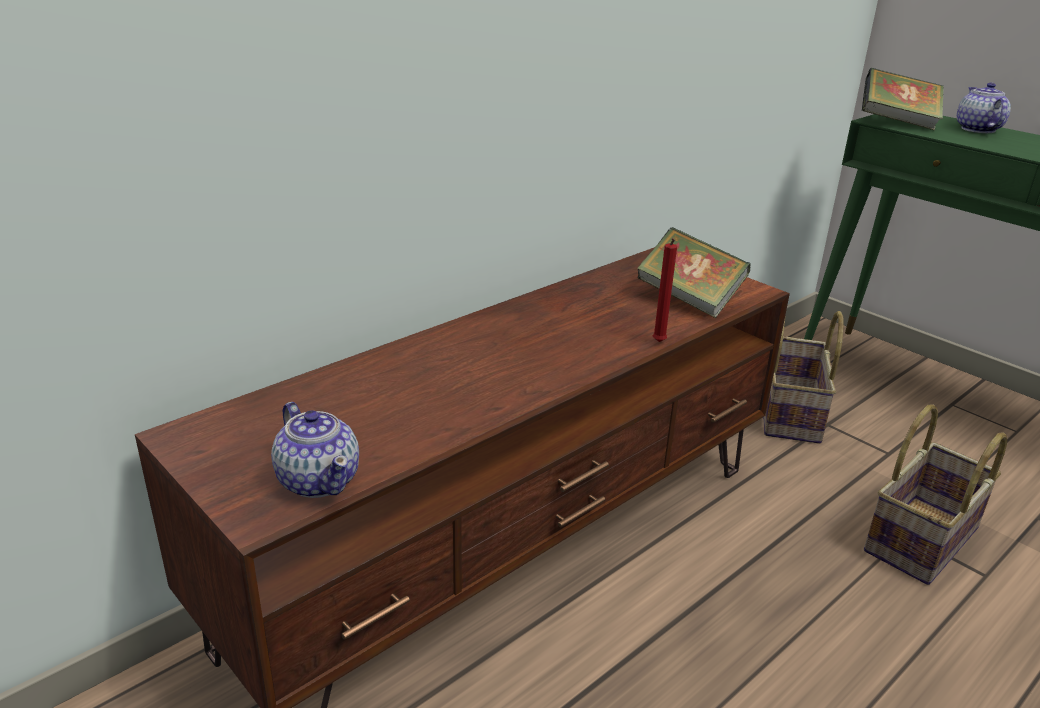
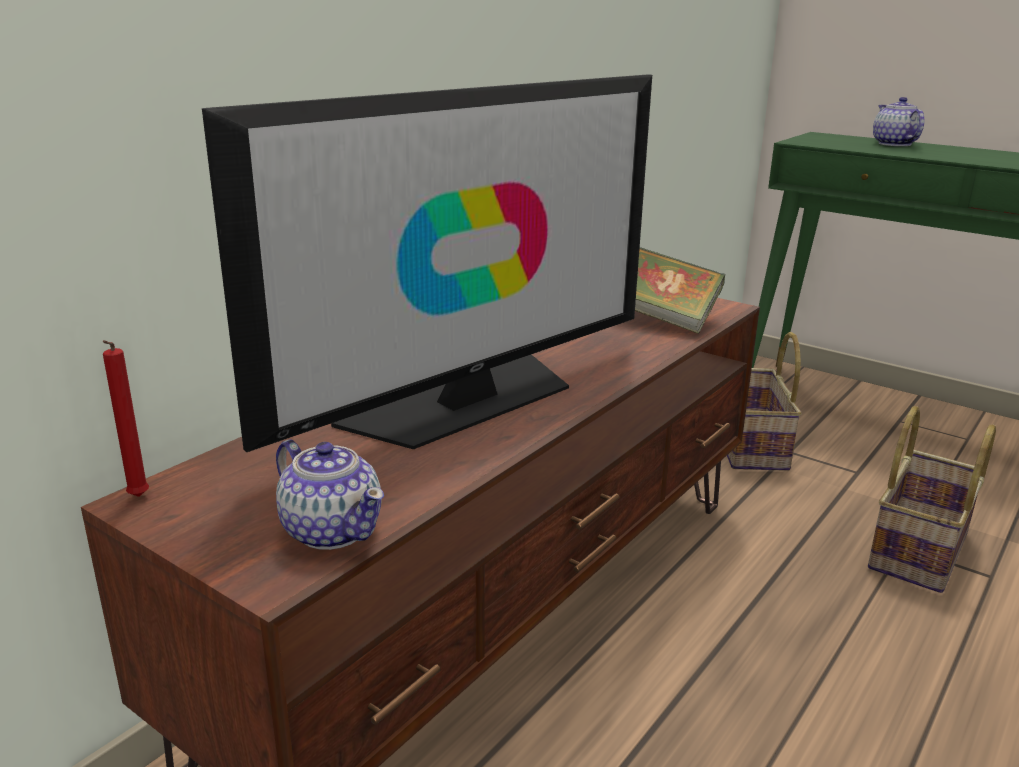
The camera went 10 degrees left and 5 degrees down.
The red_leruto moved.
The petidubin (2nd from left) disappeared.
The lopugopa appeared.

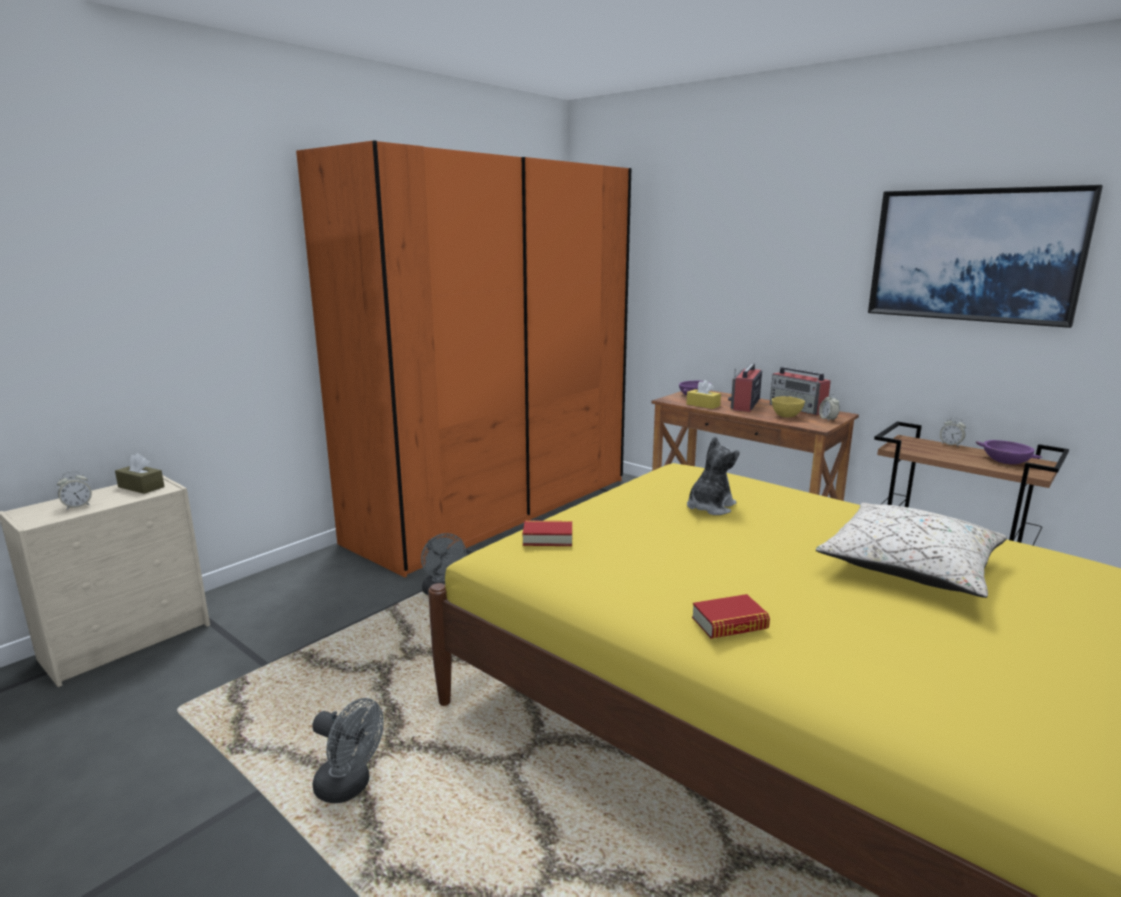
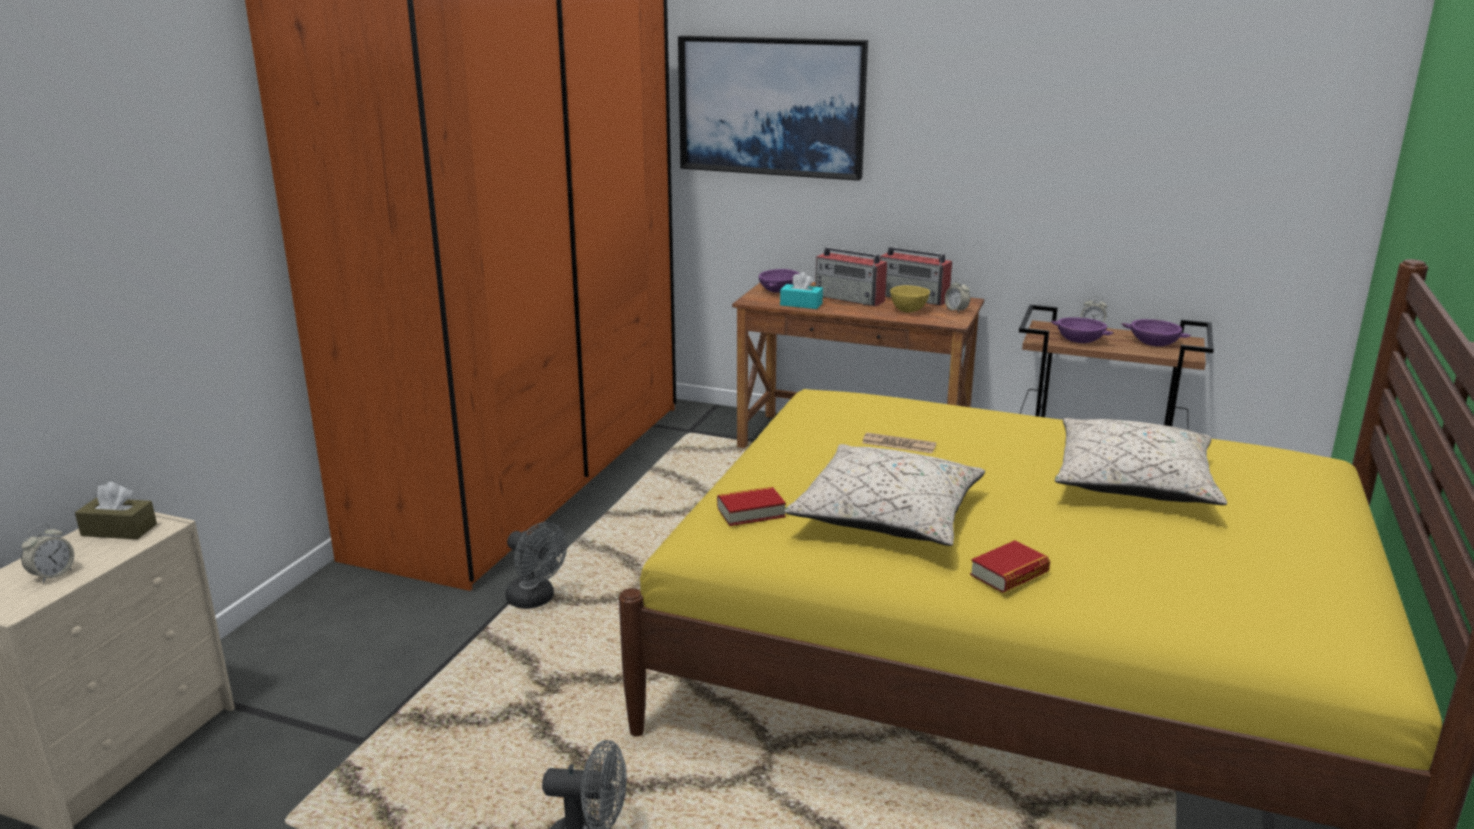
The camera went 20 degrees left and 5 degrees up.
The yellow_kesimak became the turquoise_kesimak.
The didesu was replaced by the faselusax.
The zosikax (1st from left) turned 60 degrees counterclockwise.
The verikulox moved.
The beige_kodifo (1st from left) appeared.
The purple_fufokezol (2nd from left) appeared.

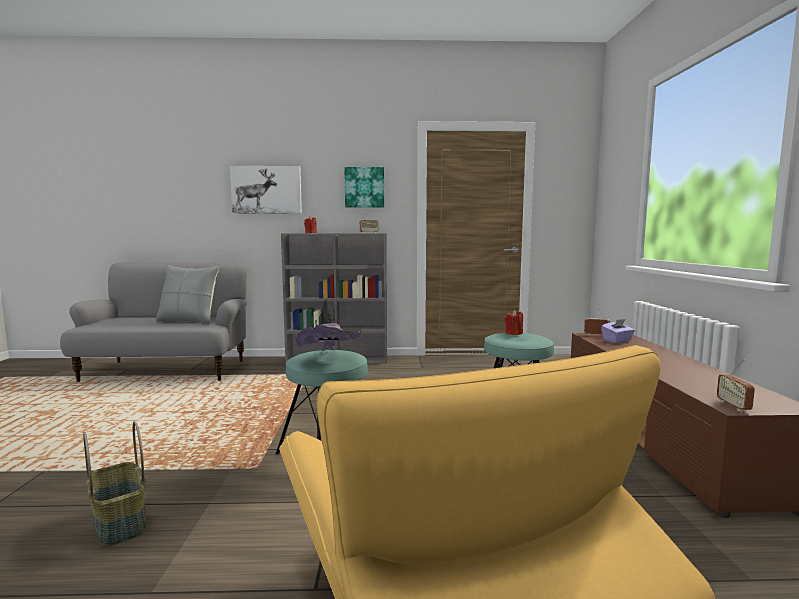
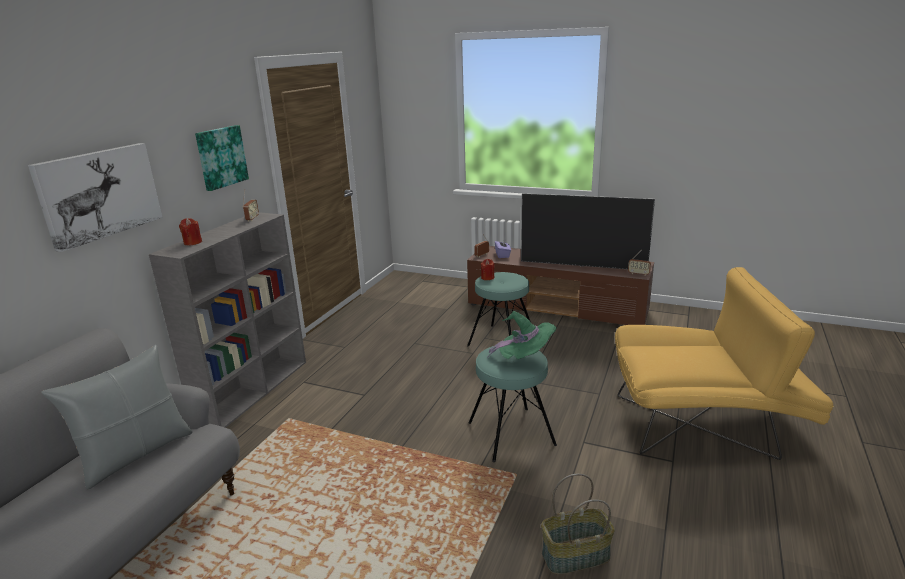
The camera went 65 degrees left and 15 degrees up.
The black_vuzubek became the green_vuzubek.
The lopugopa appeared.

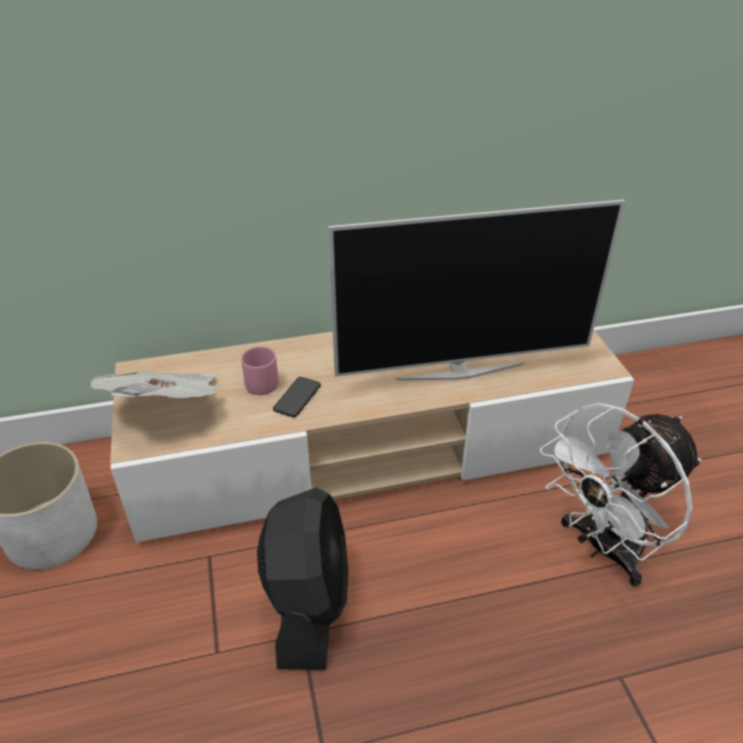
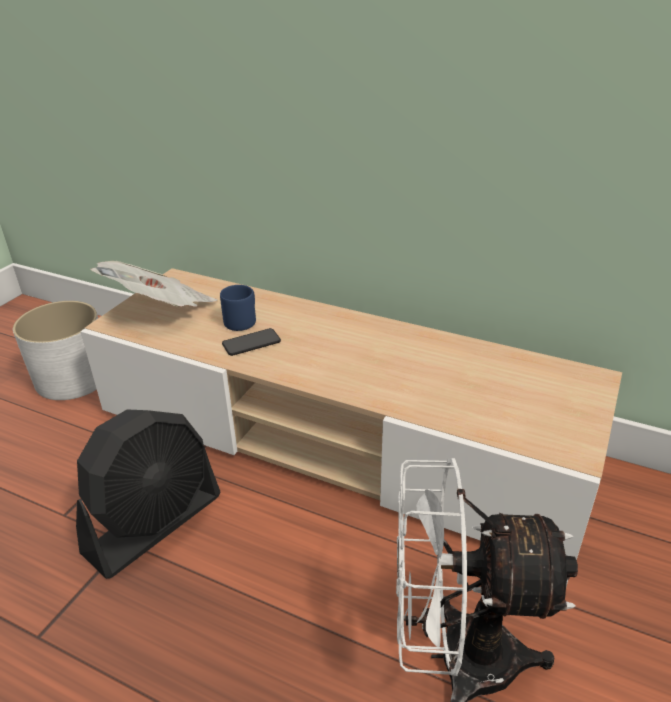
The camera went 40 degrees right and 5 degrees down.
The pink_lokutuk became the blue_lokutuk.
The lopugopa disappeared.

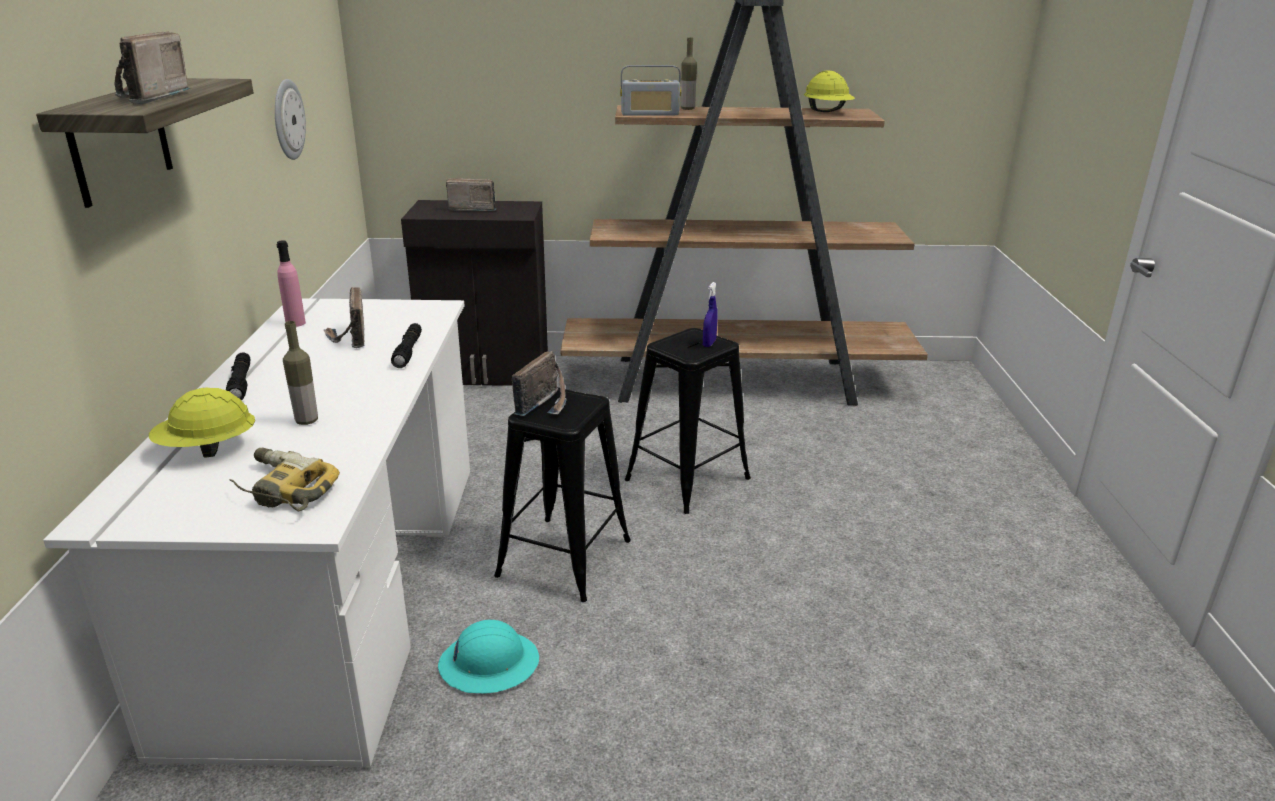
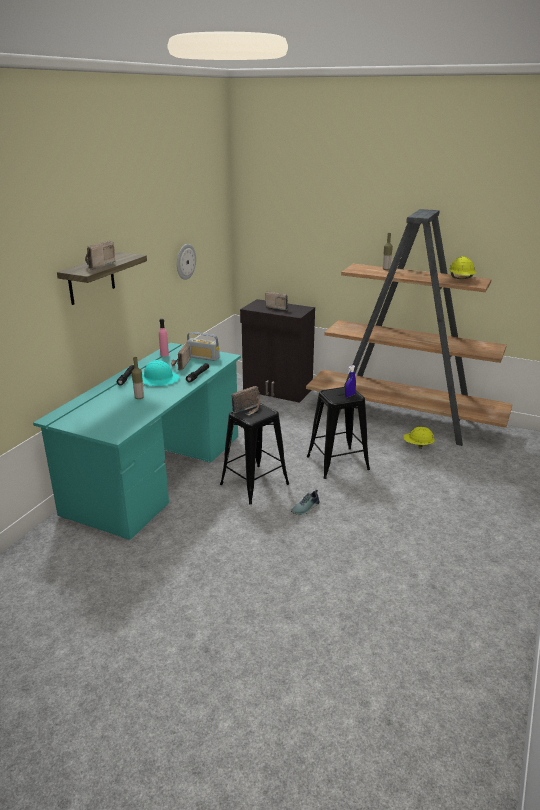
The camera went 25 degrees right and 0 degrees up.
The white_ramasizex became the turquoise_ramasizex.
The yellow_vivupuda (1st from left) moved.
The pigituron disappeared.
The turquoise_vivupuda moved.
The zosikax (5th from left in the first image) moved.
The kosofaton appeared.

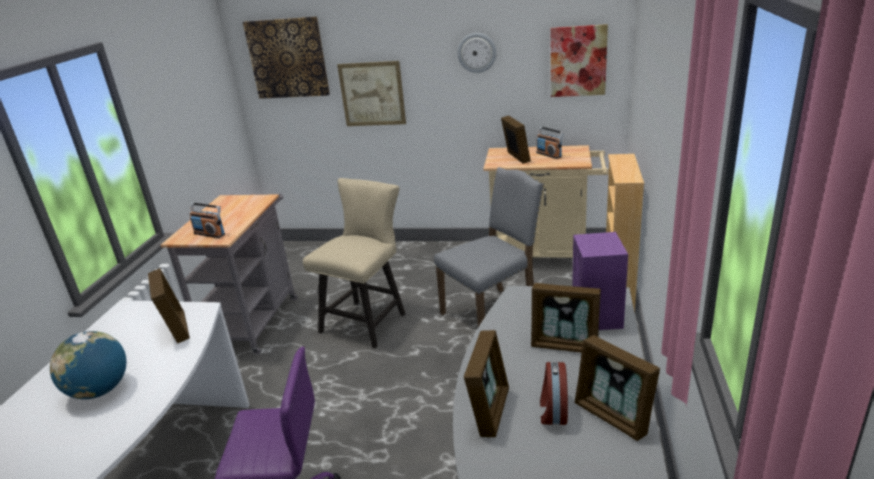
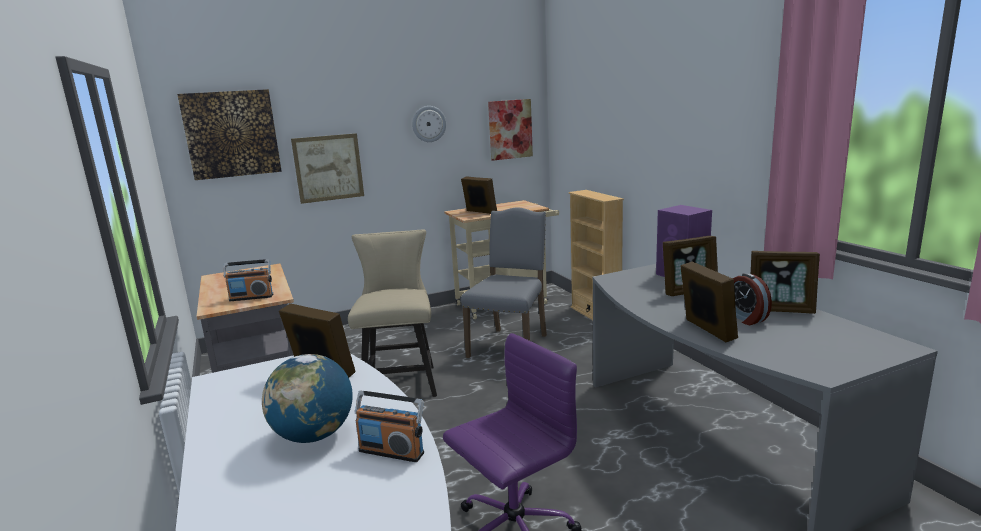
The camera went 35 degrees left and 10 degrees down.
The zosikax (2nd from left) moved.

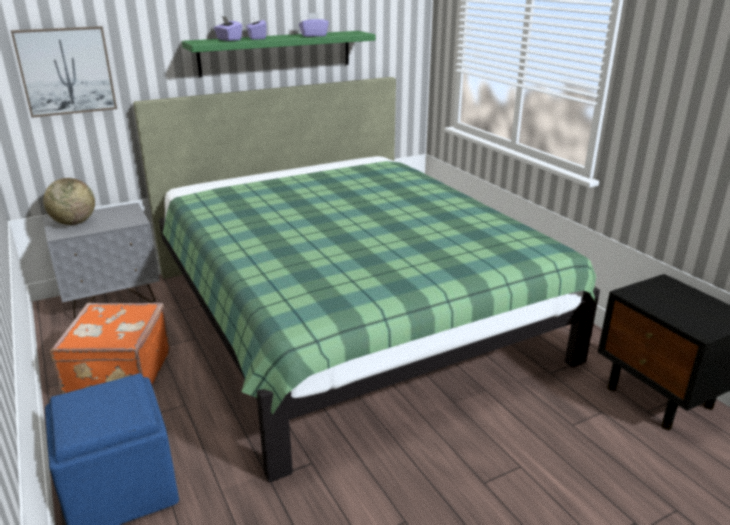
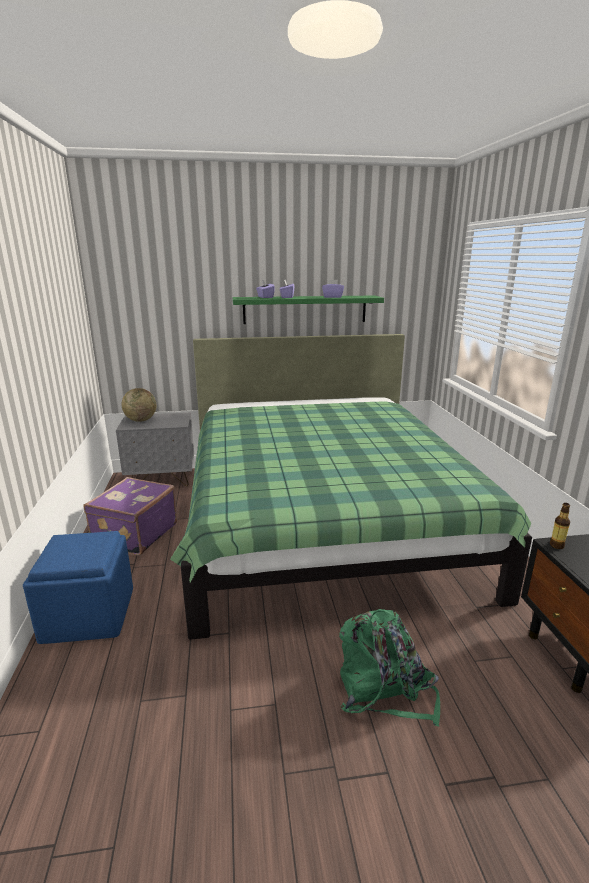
The camera went 20 degrees right and 5 degrees down.
The verikulox disappeared.
The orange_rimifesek became the purple_rimifesek.
The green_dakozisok appeared.
The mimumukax appeared.

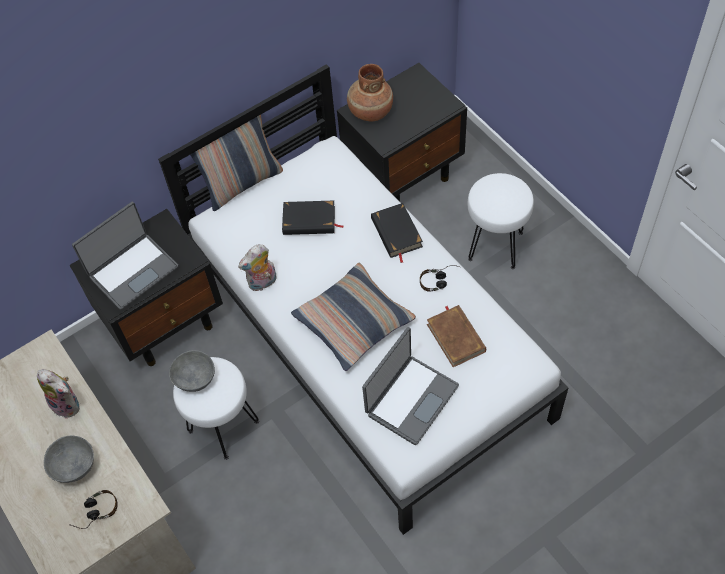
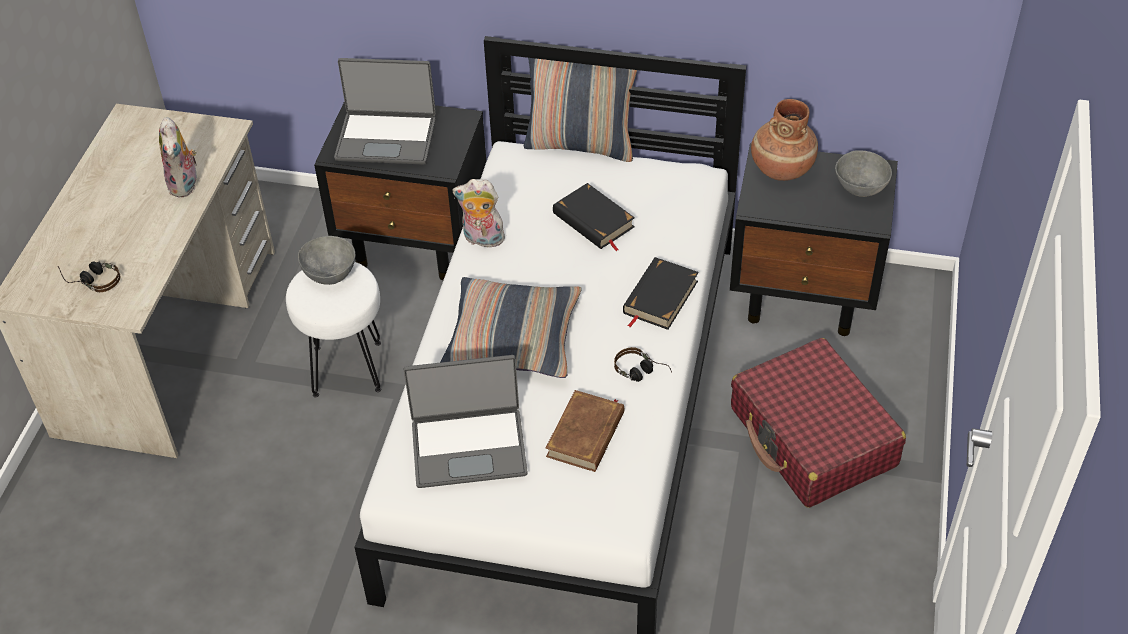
The camera went 45 degrees right and 10 degrees down.
The grey_fufokezol (1st from left in the first image) moved.
The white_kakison (2nd from left) was replaced by the red_rimifesek.

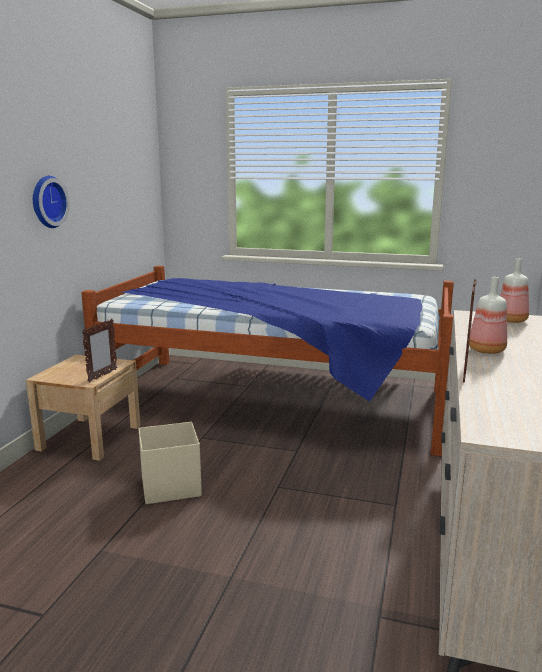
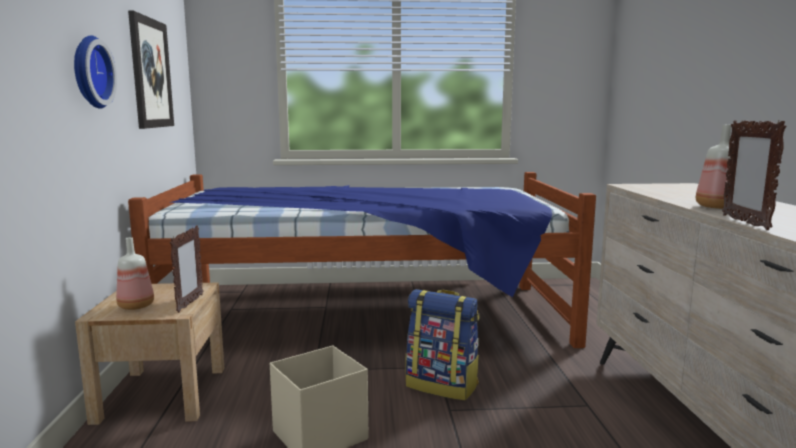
The camera went 20 degrees left and 5 degrees down.
The mimumukax (2nd from left in the first image) moved.
The verikulox appeared.
The dakozisok appeared.

